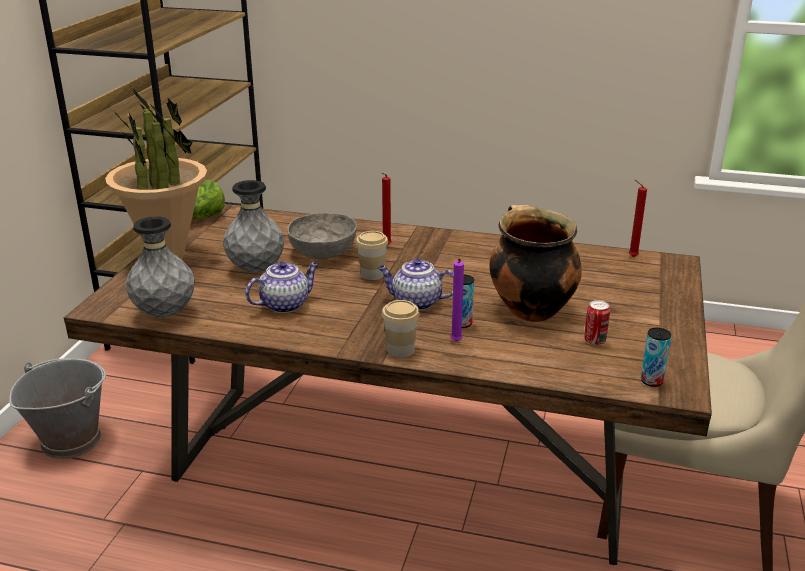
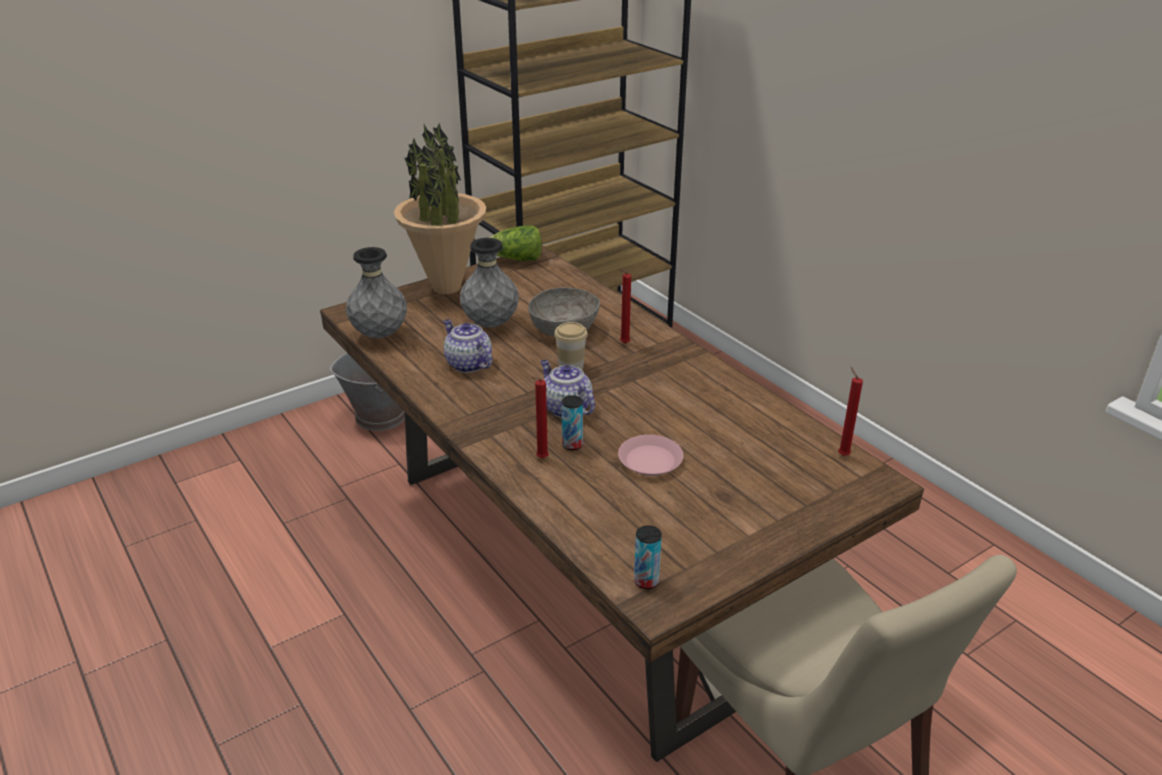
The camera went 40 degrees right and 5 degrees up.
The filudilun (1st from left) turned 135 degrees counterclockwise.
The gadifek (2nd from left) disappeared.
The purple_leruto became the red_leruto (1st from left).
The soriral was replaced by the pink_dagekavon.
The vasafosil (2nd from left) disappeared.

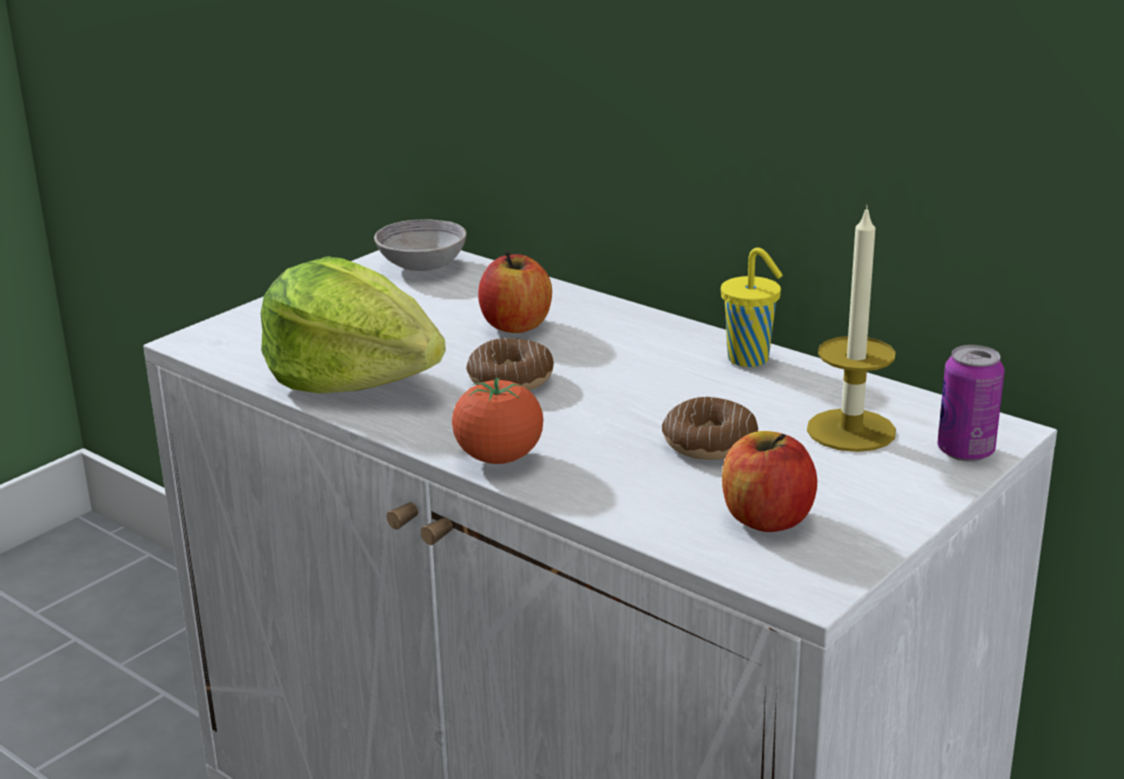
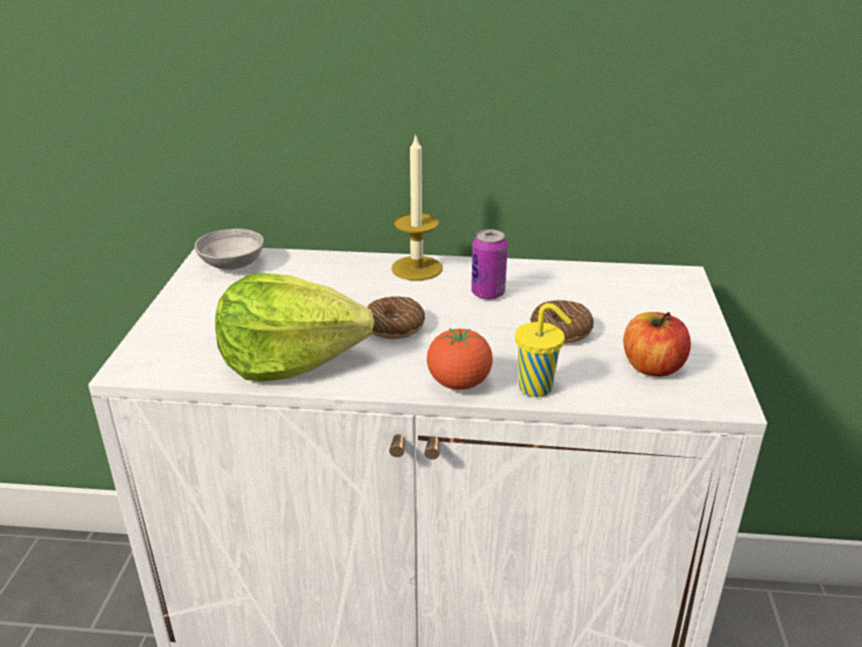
The camera went 35 degrees left and 5 degrees up.
The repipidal (1st from left) disappeared.
The yellow_gadifek moved.
The leruto moved.
The vasafosil moved.

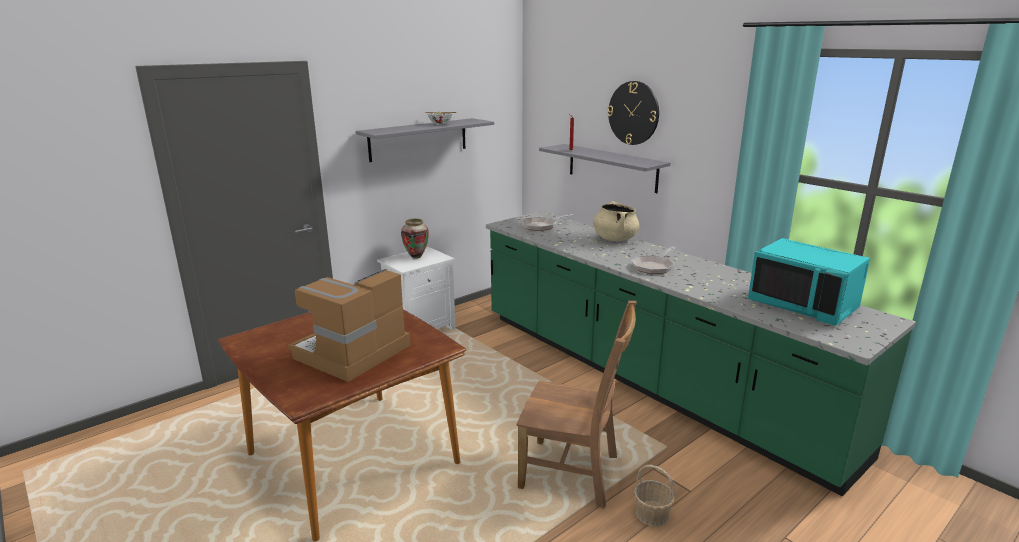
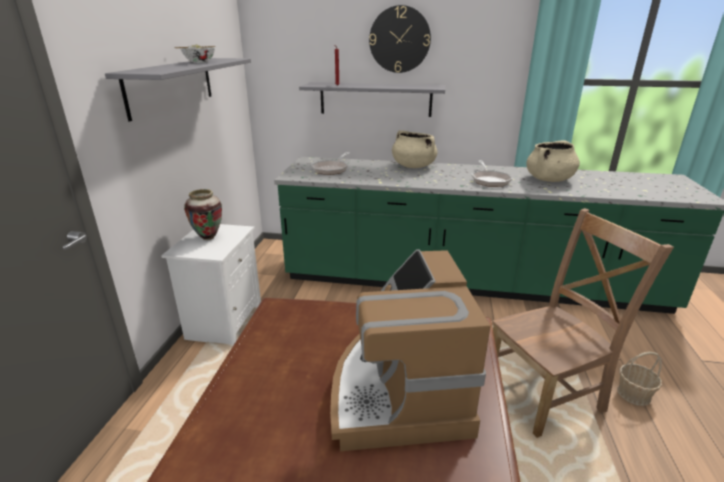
The camera went 40 degrees left and 5 degrees up.
The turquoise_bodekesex disappeared.
The beige_soriral (2nd from left) appeared.

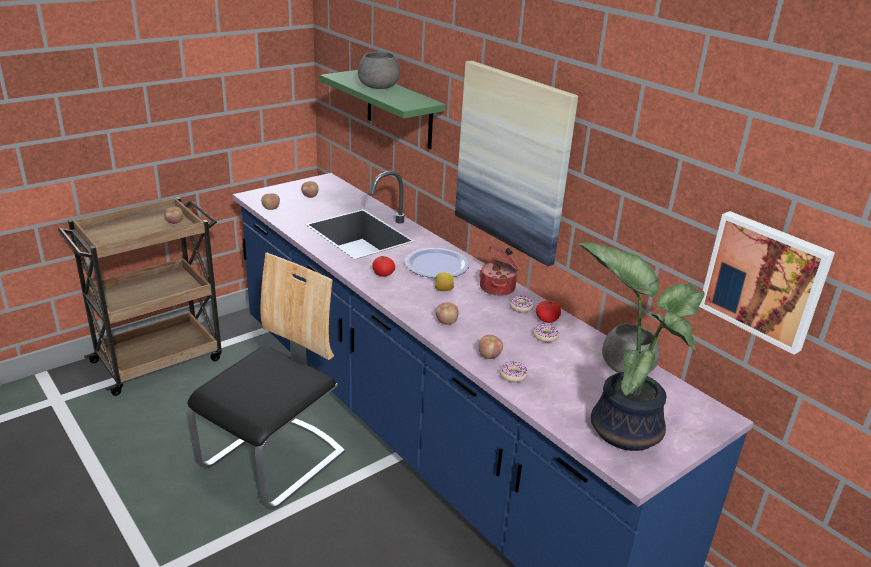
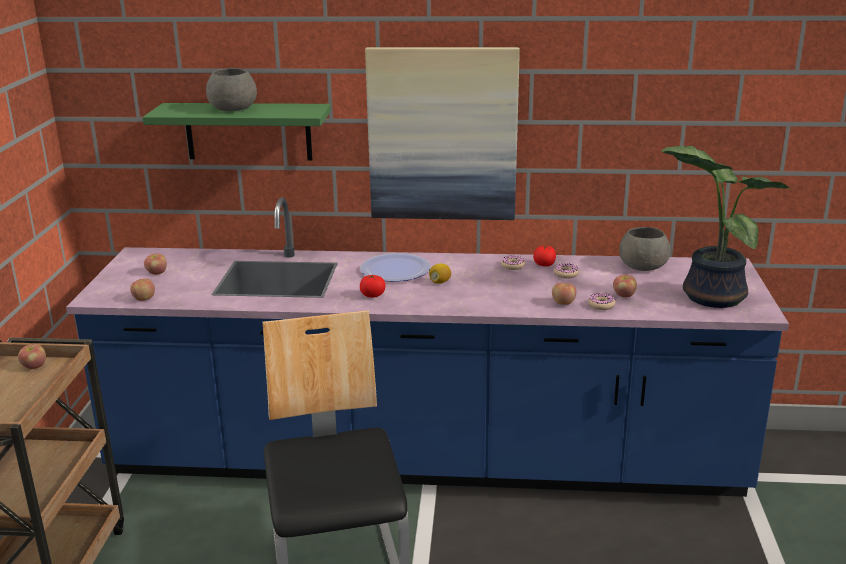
The camera went 45 degrees left and 5 degrees down.
The repipidal (4th from left in the first image) moved.
The soriral disappeared.
The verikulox (2nd from left) disappeared.

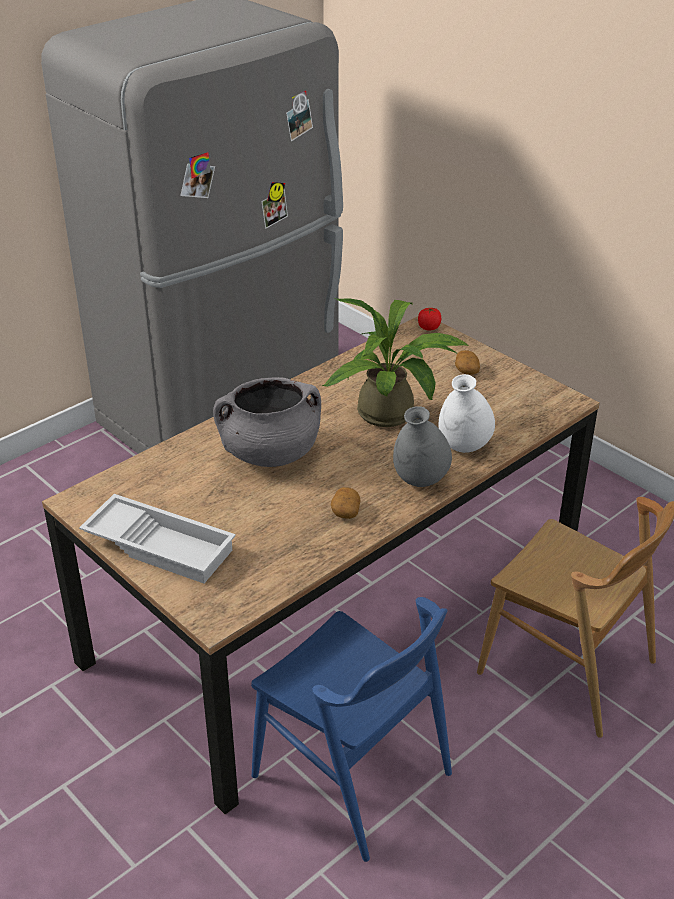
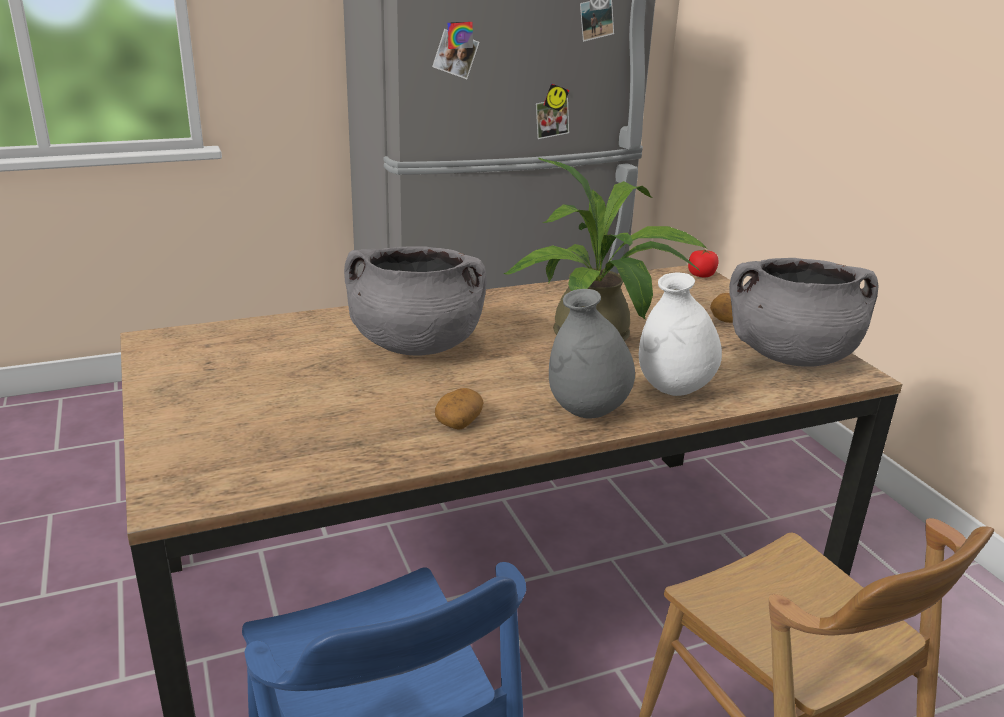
The camera went 20 degrees right and 10 degrees down.
The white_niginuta disappeared.
The grey_soriral (2nd from left) appeared.

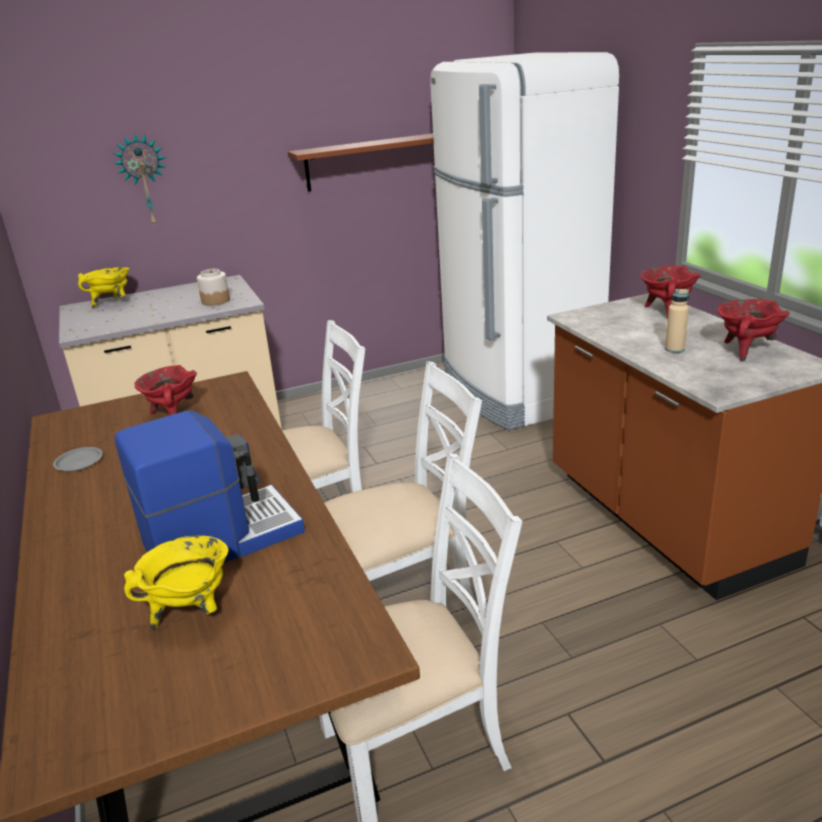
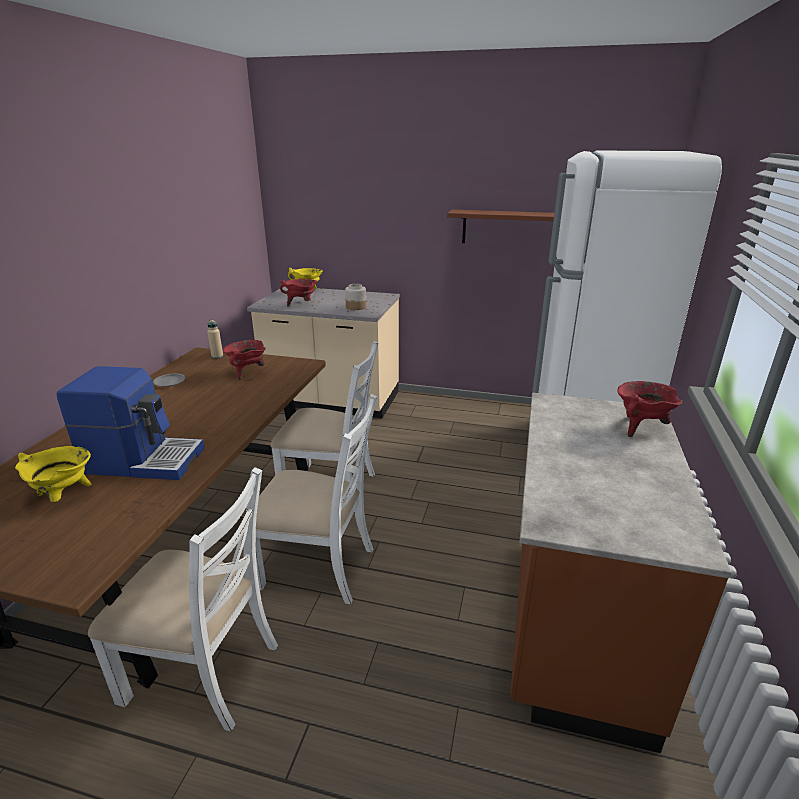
The camera went 35 degrees right and 0 degrees up.
The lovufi disappeared.
The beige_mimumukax moved.
The red_soriral (3rd from left in the first image) moved.

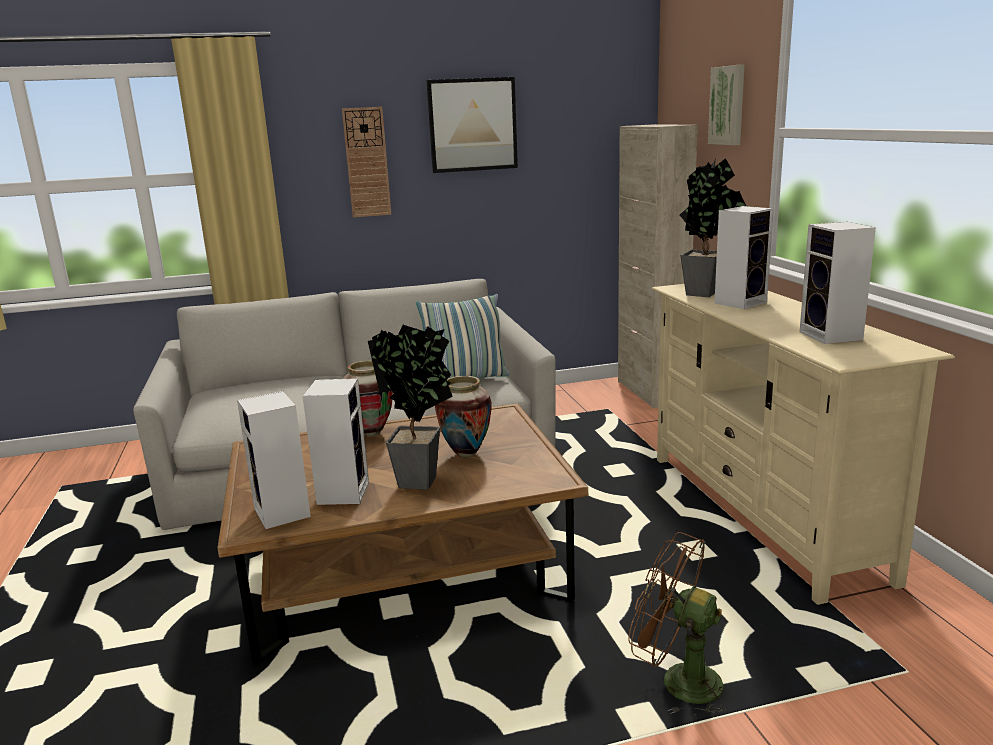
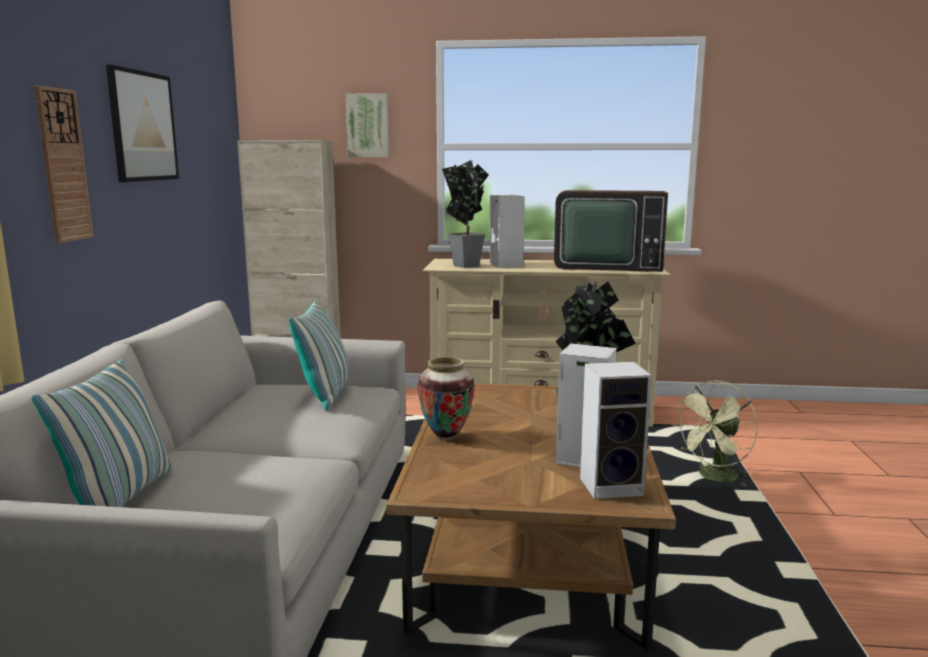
The camera went 70 degrees left and 5 degrees down.
The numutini (2nd from left) disappeared.
The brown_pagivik became the green_pagivik.
The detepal (4th from left) was replaced by the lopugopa.
The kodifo (1st from left) appeared.

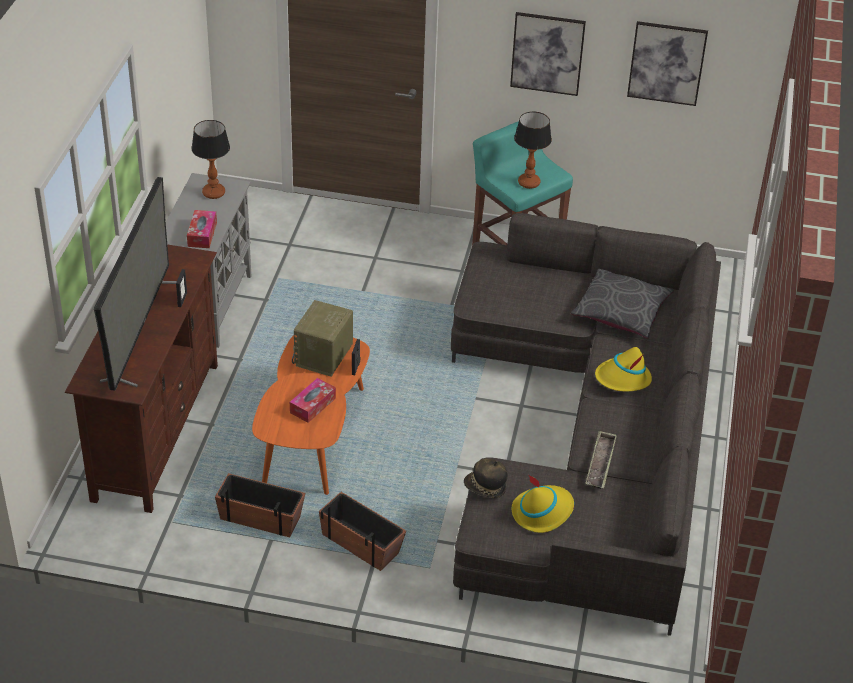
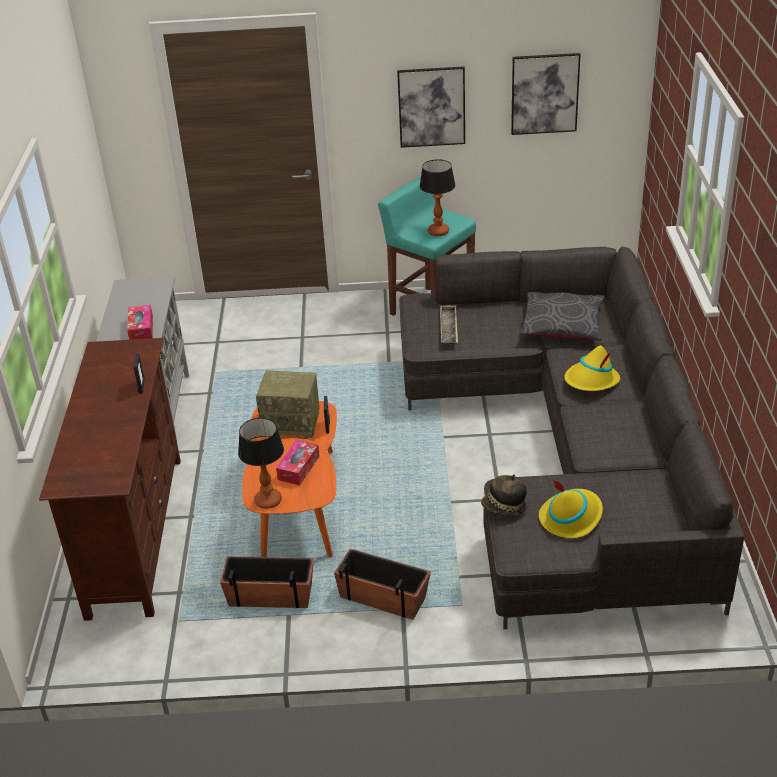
The camera went 10 degrees left and 5 degrees down.
The lopugopa disappeared.
The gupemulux (1st from left) moved.
The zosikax turned 90 degrees counterclockwise.
The niginuta moved.

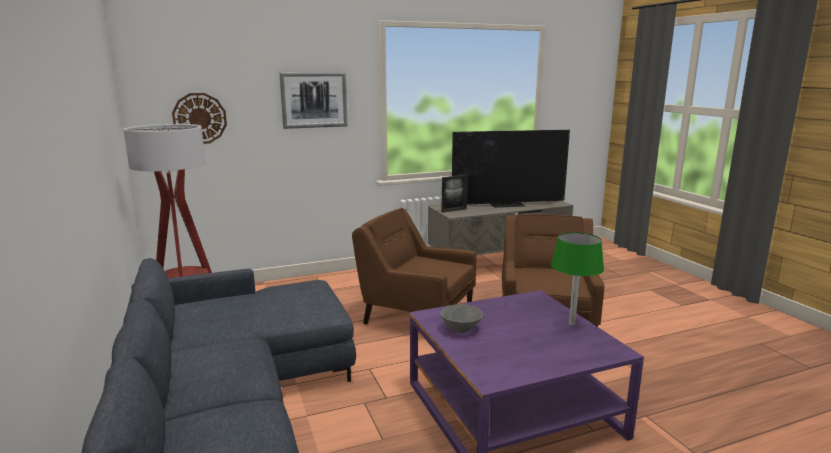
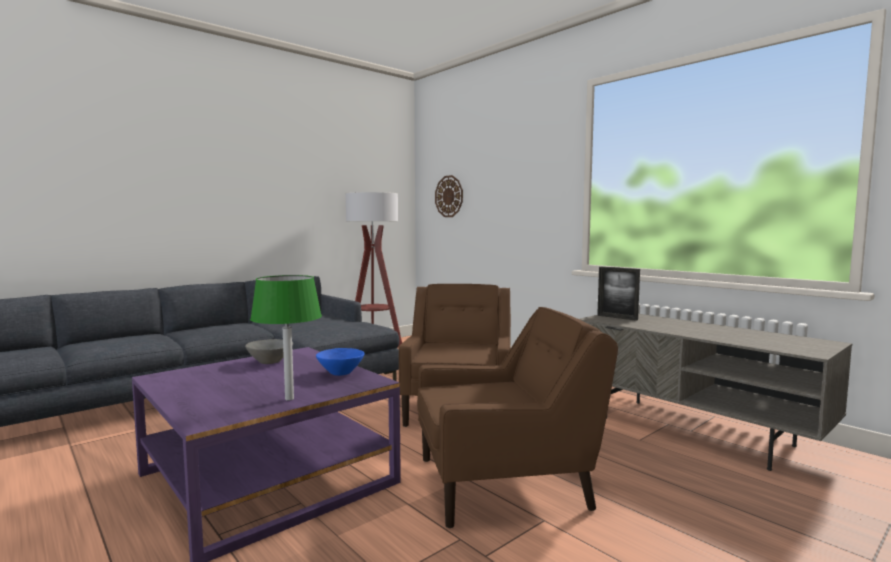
The camera went 70 degrees right and 10 degrees down.
The verikulox disappeared.
The lopugopa disappeared.
The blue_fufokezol appeared.

